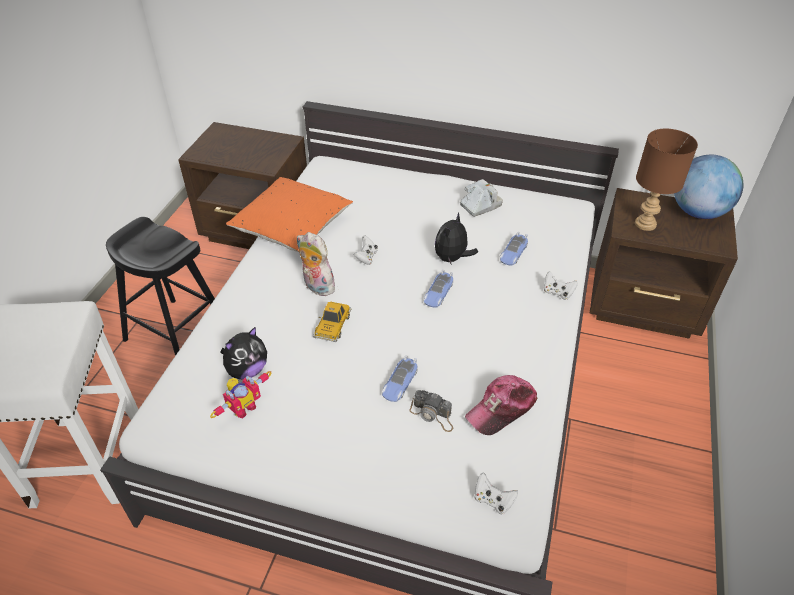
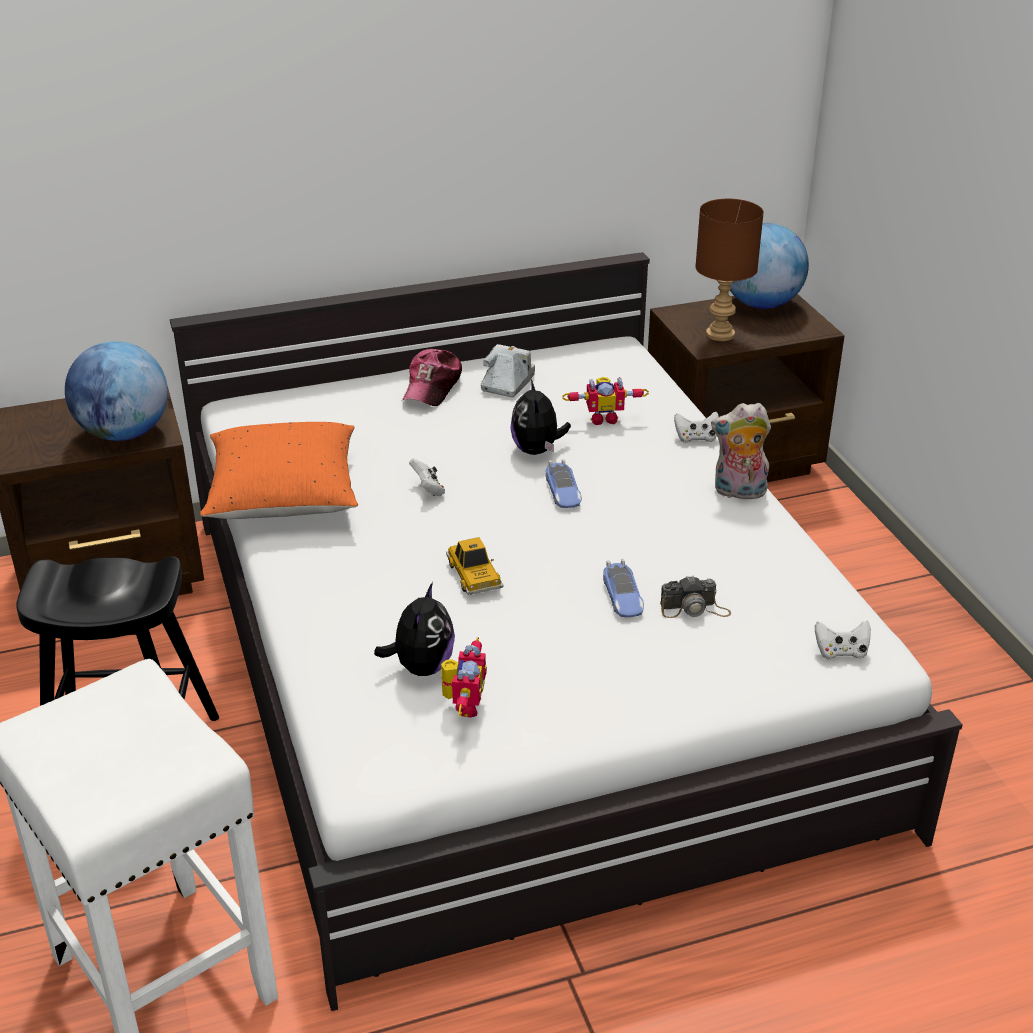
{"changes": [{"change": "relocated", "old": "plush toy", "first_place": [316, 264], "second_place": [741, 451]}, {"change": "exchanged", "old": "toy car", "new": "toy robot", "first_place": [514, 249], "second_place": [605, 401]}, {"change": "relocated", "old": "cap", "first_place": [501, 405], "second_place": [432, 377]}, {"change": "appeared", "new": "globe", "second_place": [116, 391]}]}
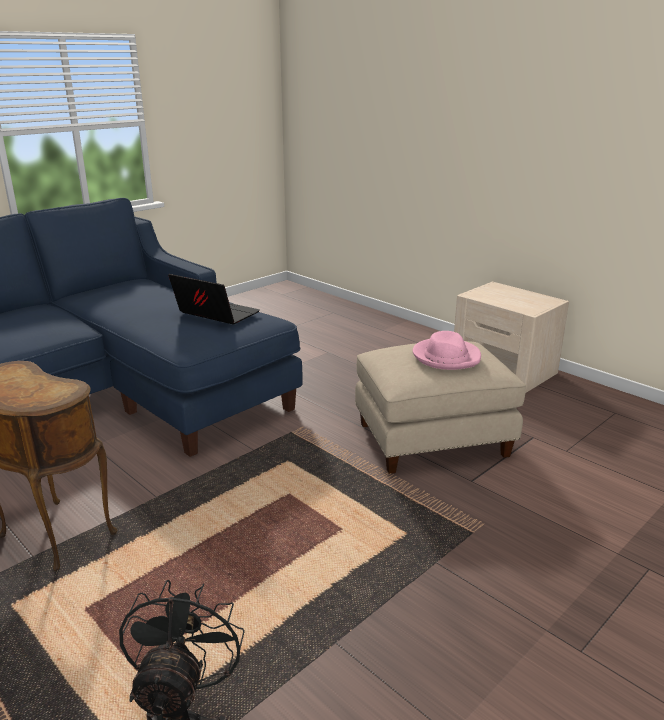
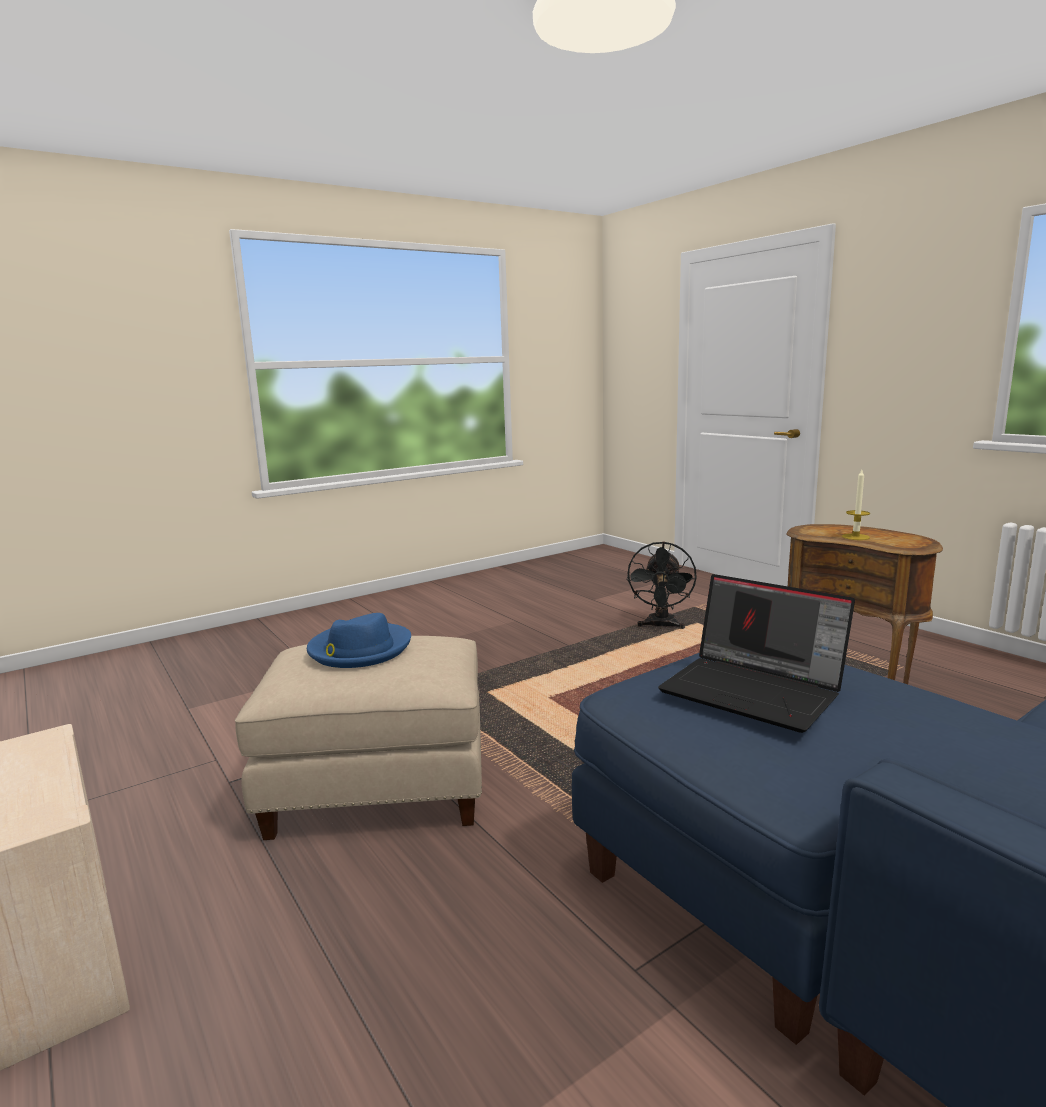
{"changes": [{"change": "colour", "old": "pink hat", "new": "blue hat", "first_place": [447, 350], "second_place": [359, 640]}, {"change": "appeared", "new": "candle", "second_place": [856, 505]}]}
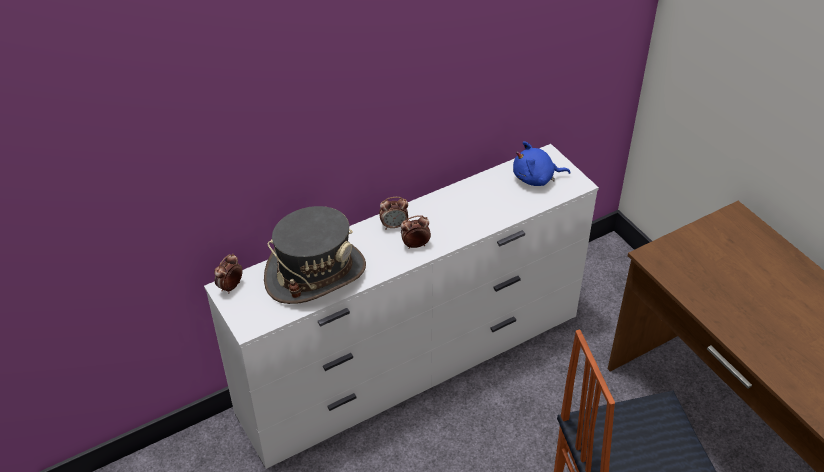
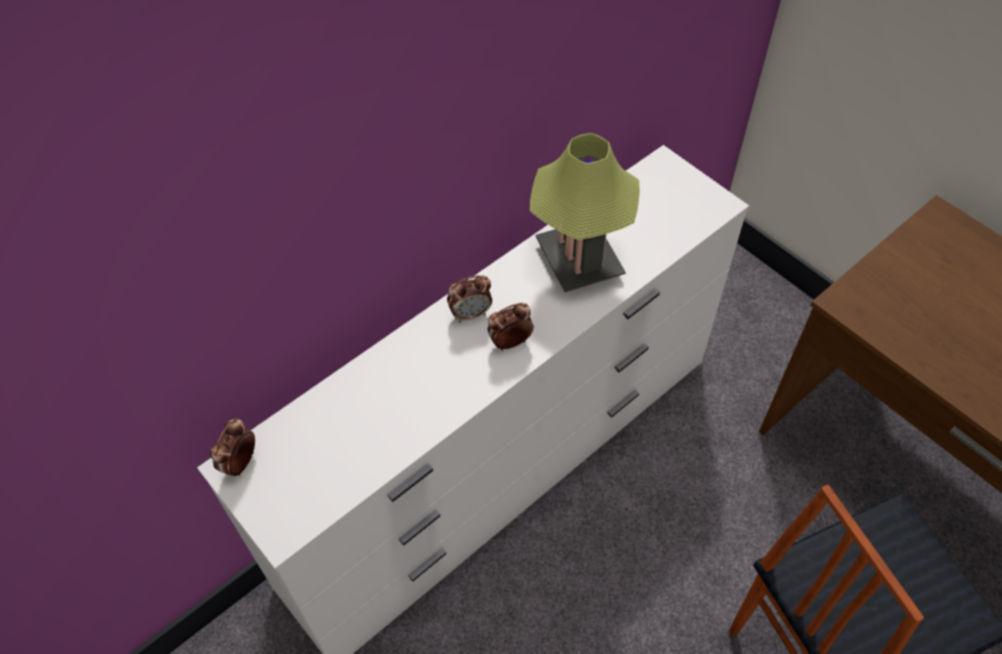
{"changes": [{"change": "missing", "old": "blue plush toy", "first_place": [542, 163]}, {"change": "missing", "old": "grey hat", "first_place": [315, 255]}, {"change": "appeared", "new": "table lamp", "second_place": [585, 212]}]}
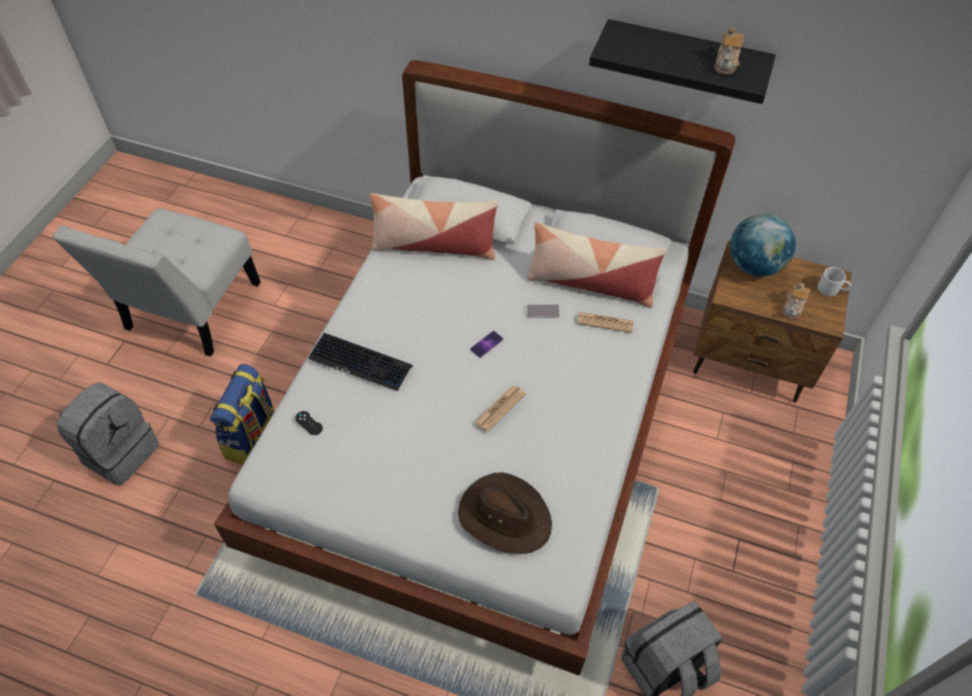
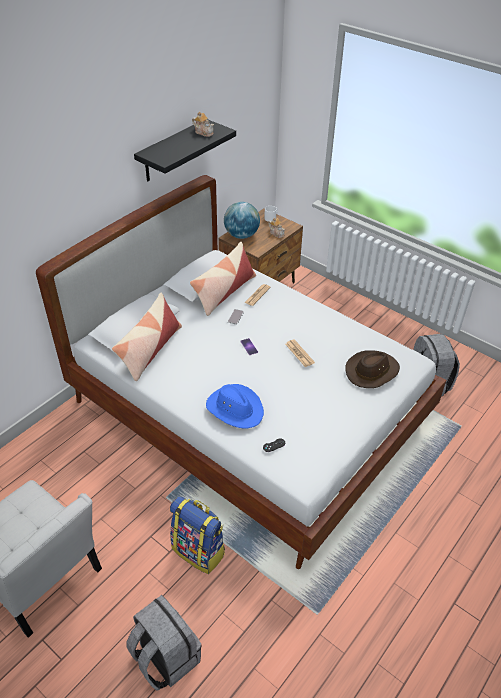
{"changes": [{"change": "exchanged", "old": "keyboard", "new": "blue hat", "first_place": [360, 362], "second_place": [235, 406]}]}
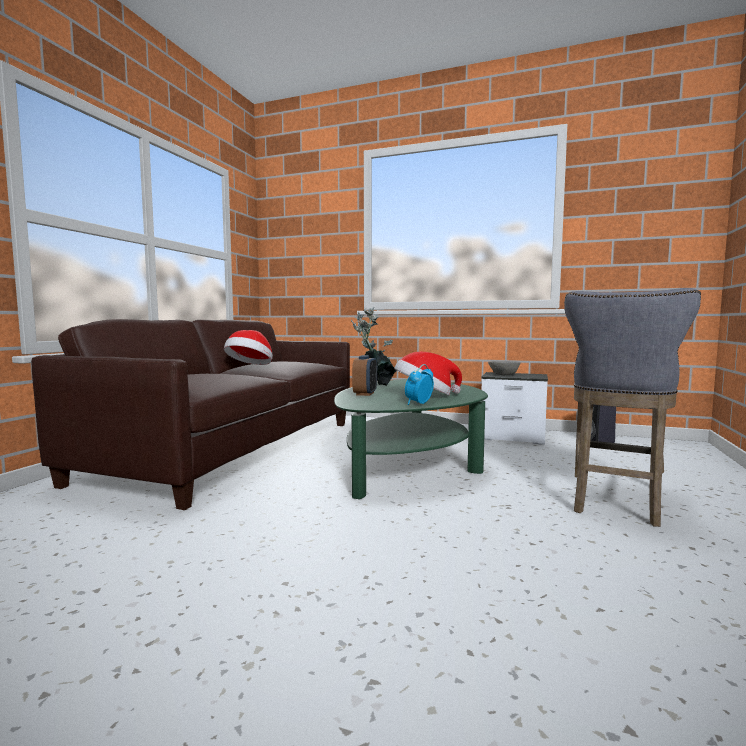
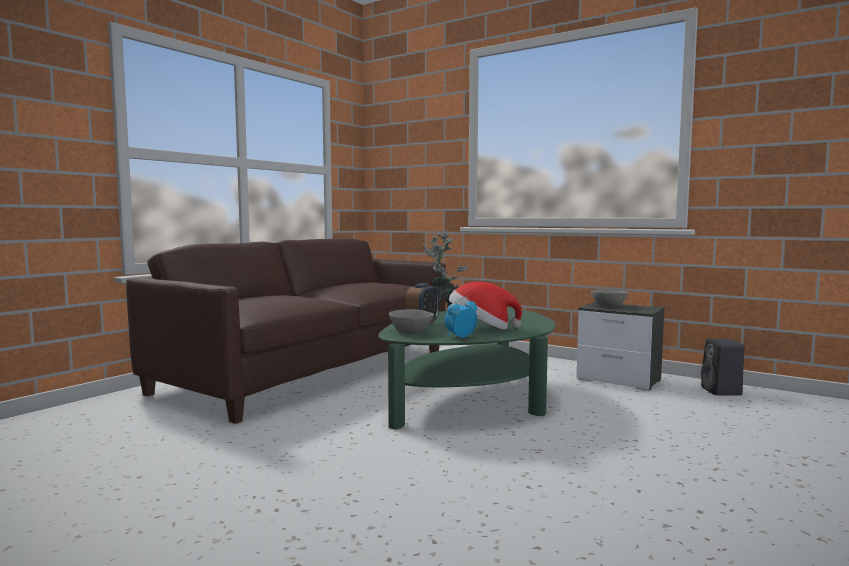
{"changes": [{"change": "missing", "old": "grey stool", "first_place": [632, 407]}, {"change": "missing", "old": "hat", "first_place": [248, 347]}, {"change": "appeared", "new": "grey bowl", "second_place": [411, 321]}]}
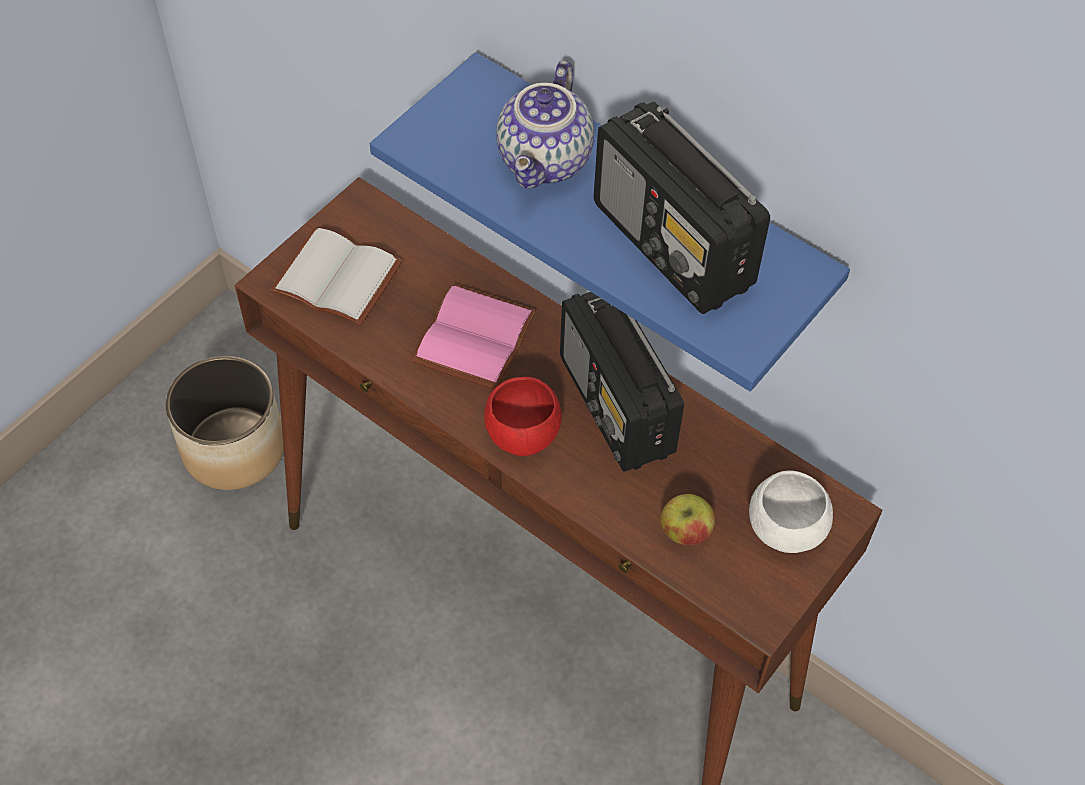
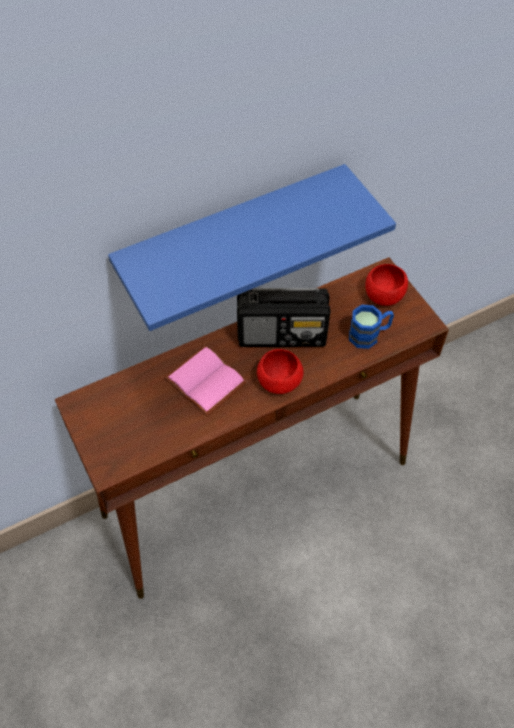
{"changes": [{"change": "missing", "old": "teapot", "first_place": [545, 124]}, {"change": "missing", "old": "radio", "first_place": [682, 208]}, {"change": "missing", "old": "white book", "first_place": [336, 276]}, {"change": "missing", "old": "planter", "first_place": [225, 423]}, {"change": "colour", "old": "white bowl", "new": "red bowl", "first_place": [791, 512], "second_place": [386, 285]}, {"change": "exchanged", "old": "apple", "new": "blue mug", "first_place": [687, 519], "second_place": [371, 326]}]}
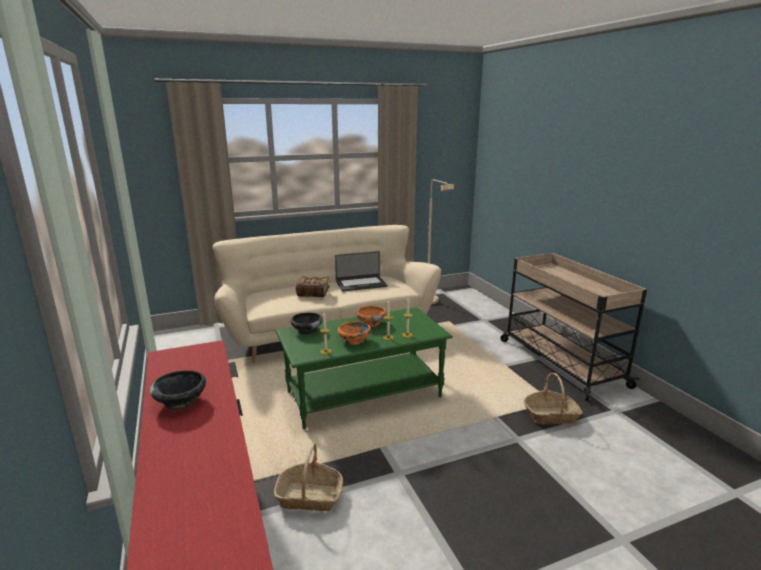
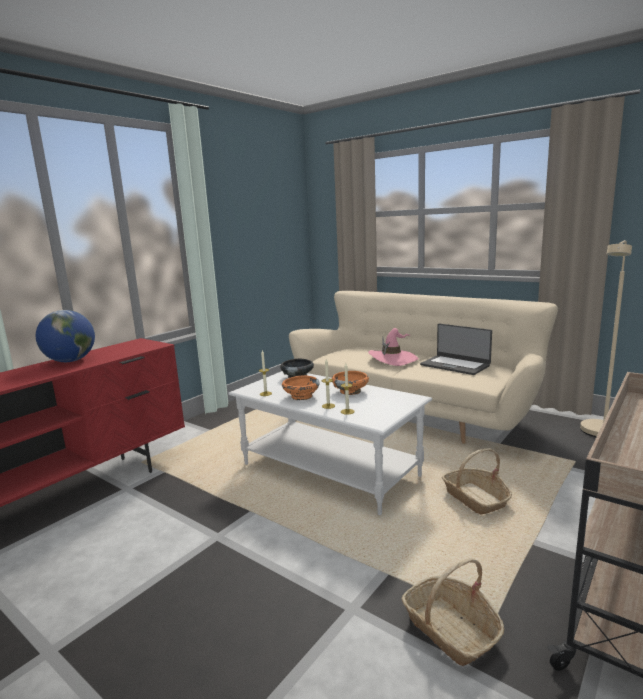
{"changes": [{"change": "exchanged", "old": "book", "new": "pink hat", "first_place": [313, 286], "second_place": [393, 347]}, {"change": "colour", "old": "green coffee table", "new": "white coffee table", "first_place": [364, 368], "second_place": [330, 443]}, {"change": "exchanged", "old": "black bowl", "new": "globe", "first_place": [178, 390], "second_place": [65, 336]}, {"change": "relocated", "old": "basket", "first_place": [308, 477], "second_place": [477, 481]}]}
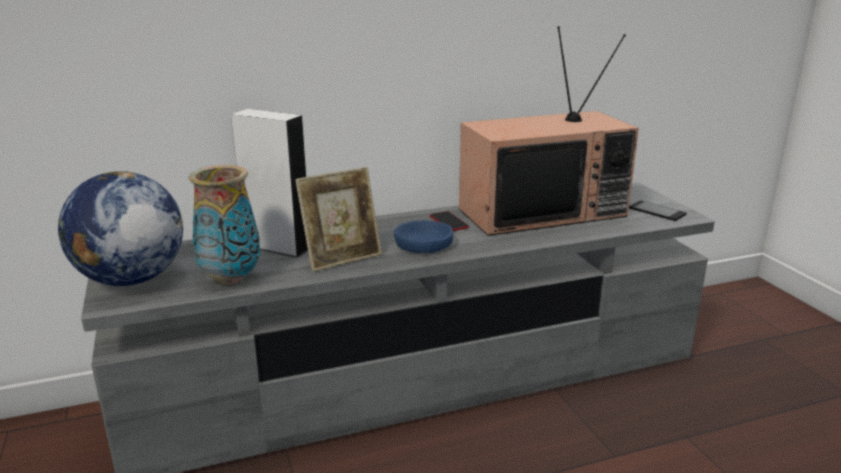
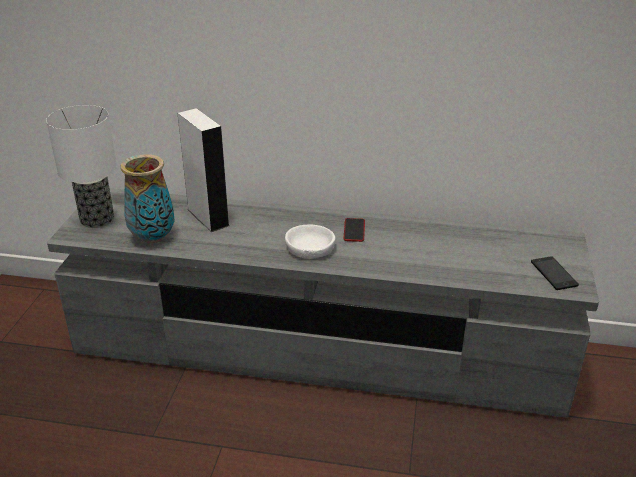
{"changes": [{"change": "missing", "old": "television", "first_place": [549, 131]}, {"change": "missing", "old": "picture frame", "first_place": [338, 219]}, {"change": "exchanged", "old": "globe", "new": "table lamp", "first_place": [120, 228], "second_place": [81, 166]}, {"change": "colour", "old": "blue bowl", "new": "white bowl", "first_place": [423, 236], "second_place": [310, 242]}]}
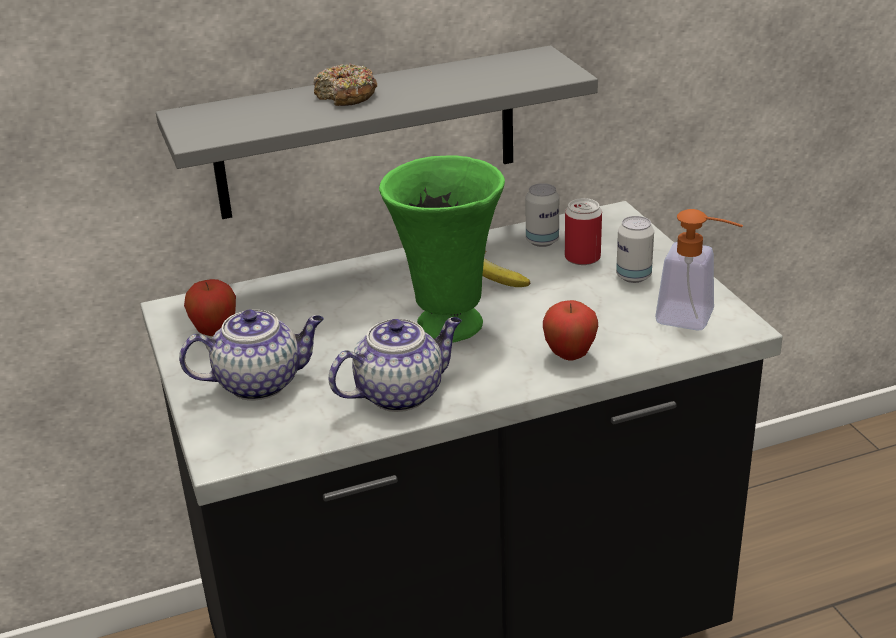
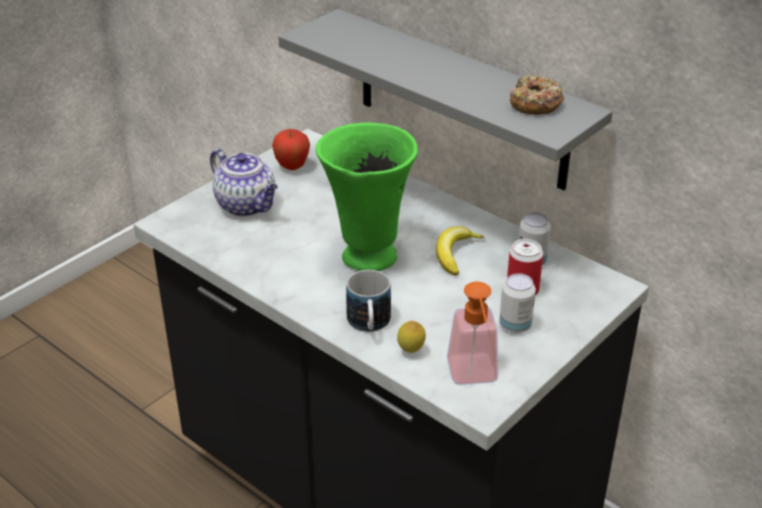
{"changes": [{"change": "relocated", "old": "donut", "first_place": [345, 84], "second_place": [536, 95]}, {"change": "exchanged", "old": "apple", "new": "mug", "first_place": [570, 330], "second_place": [368, 301]}, {"change": "missing", "old": "teapot", "first_place": [395, 364]}, {"change": "appeared", "new": "lemon", "second_place": [411, 337]}]}
